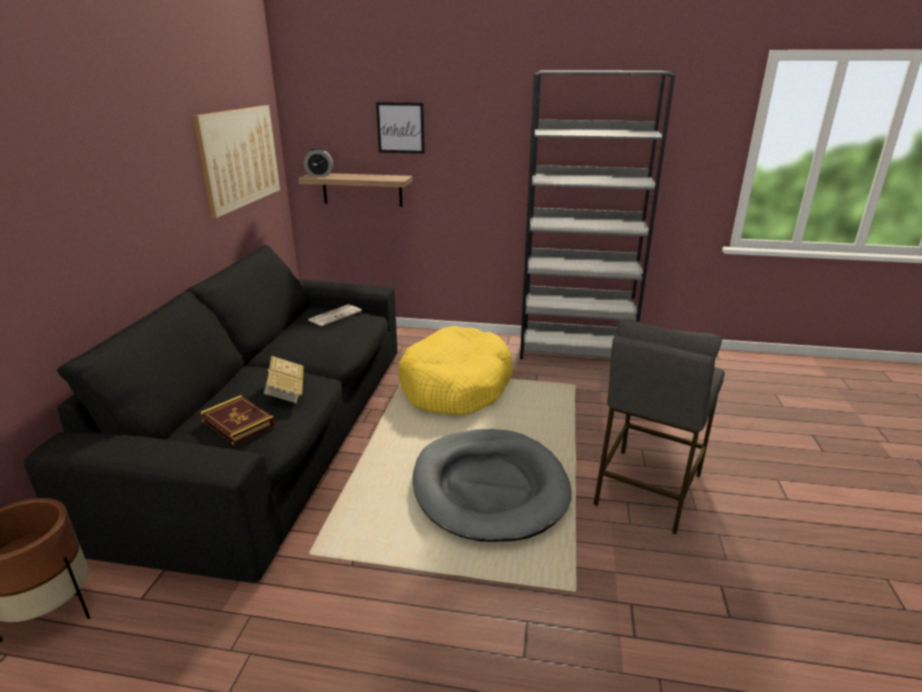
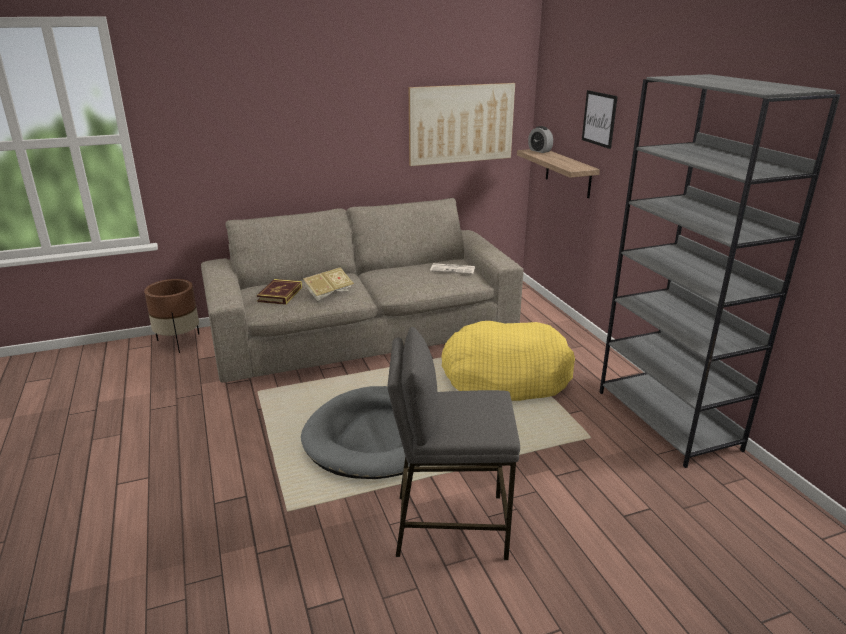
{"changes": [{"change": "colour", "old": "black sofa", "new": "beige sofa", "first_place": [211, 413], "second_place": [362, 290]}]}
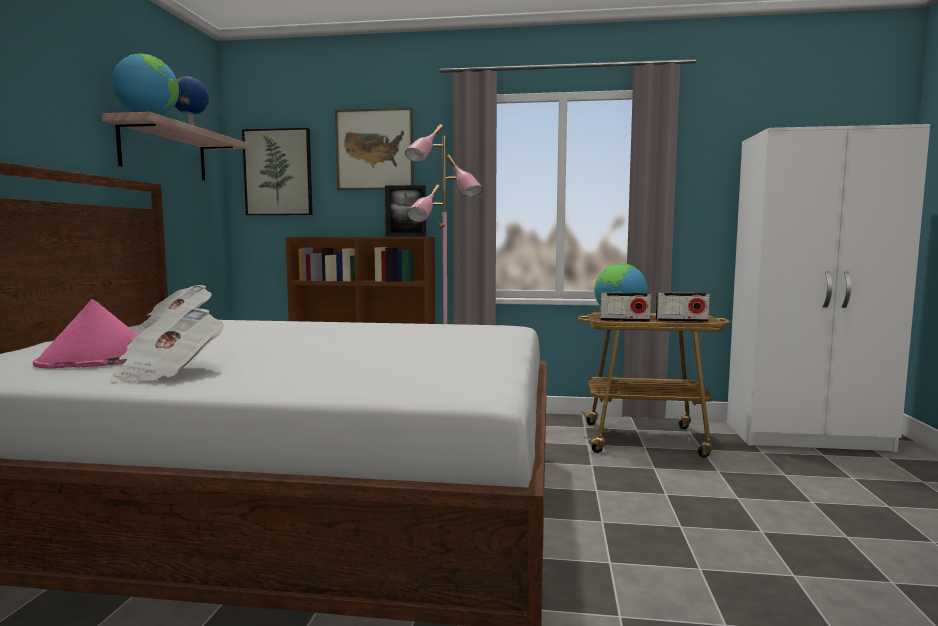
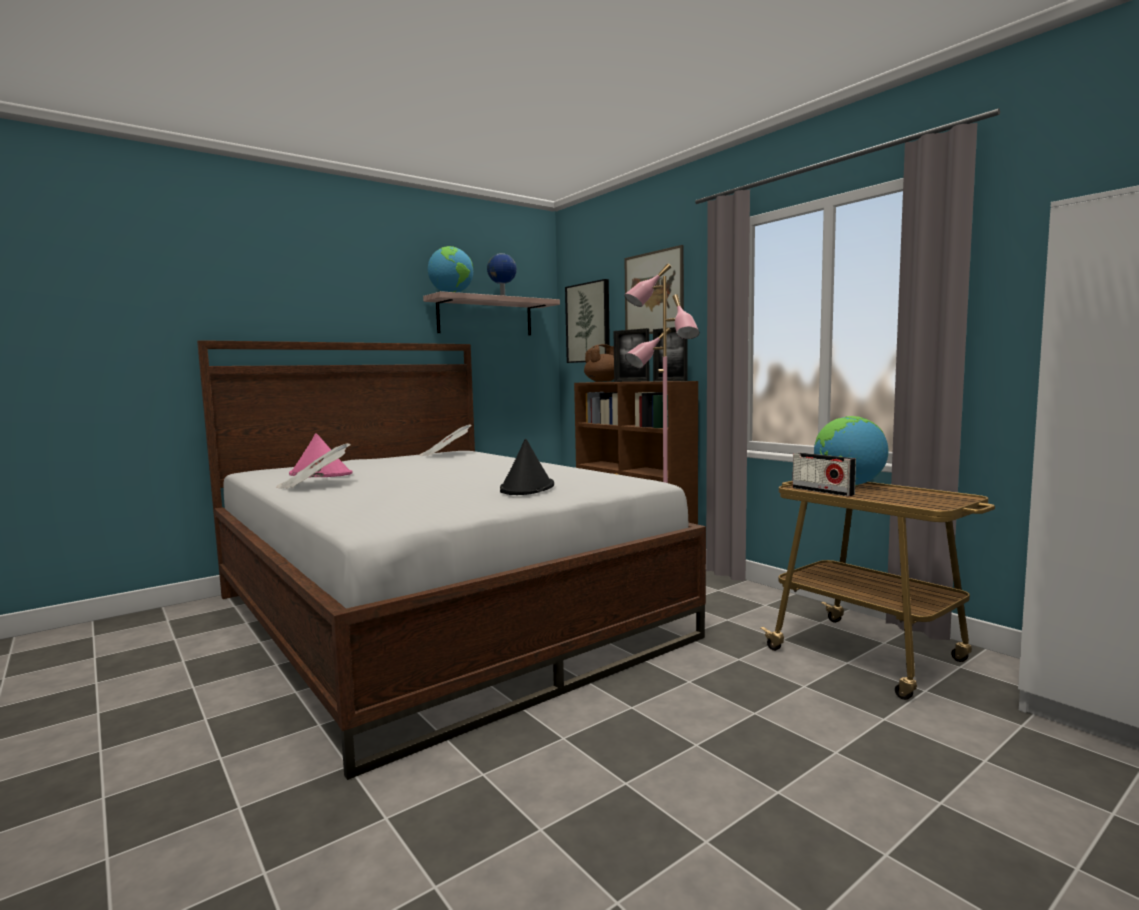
{"changes": [{"change": "missing", "old": "radio", "first_place": [683, 307]}, {"change": "appeared", "new": "picture frame", "second_place": [631, 355]}, {"change": "appeared", "new": "brown teapot", "second_place": [599, 363]}, {"change": "appeared", "new": "black hat", "second_place": [527, 467]}]}
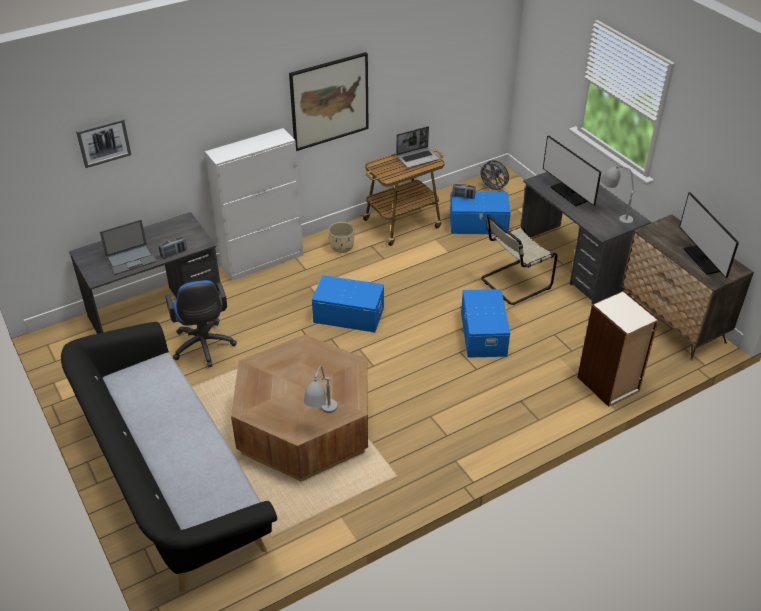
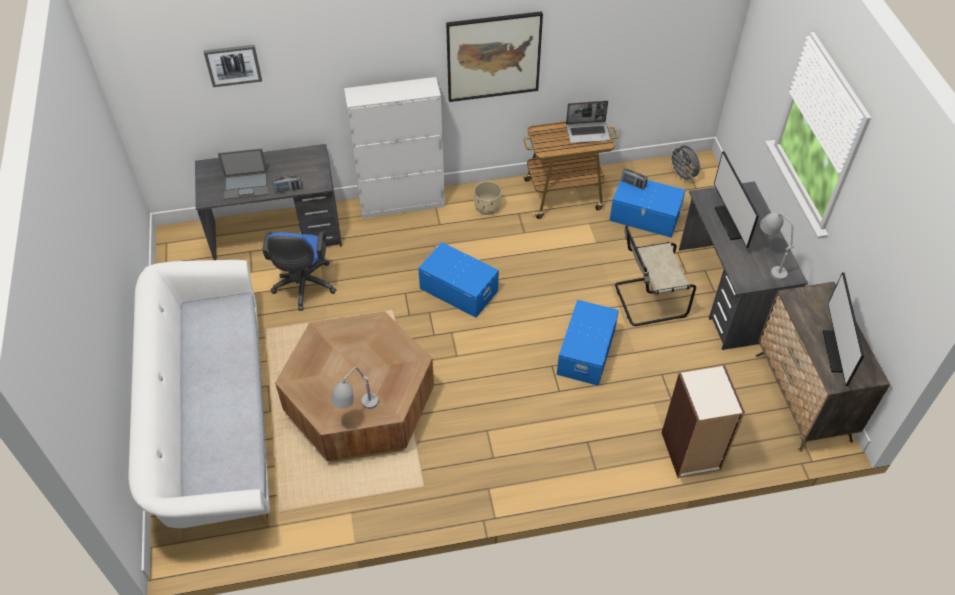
{"changes": [{"change": "colour", "old": "black sofa", "new": "white sofa", "first_place": [169, 457], "second_place": [199, 400]}]}
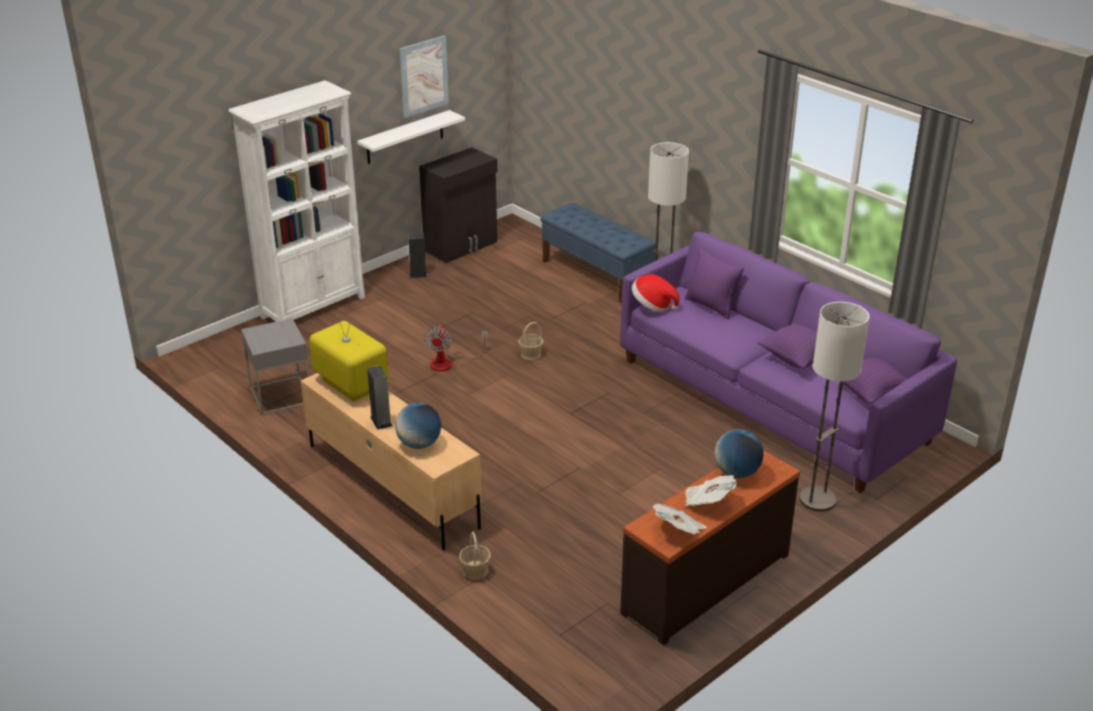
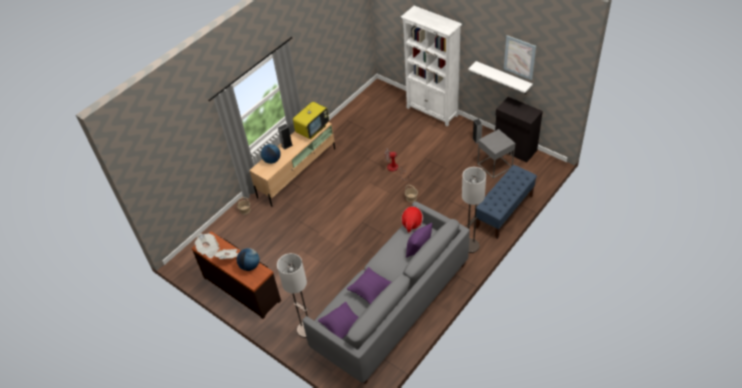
{"changes": [{"change": "colour", "old": "purple sofa", "new": "grey sofa", "first_place": [788, 362], "second_place": [386, 292]}, {"change": "relocated", "old": "grey side table", "first_place": [275, 366], "second_place": [496, 153]}]}
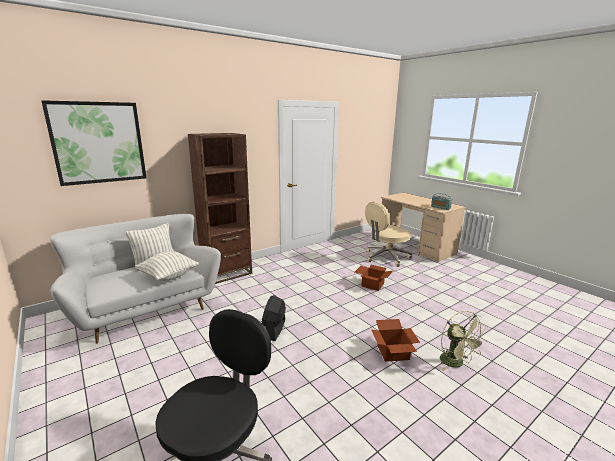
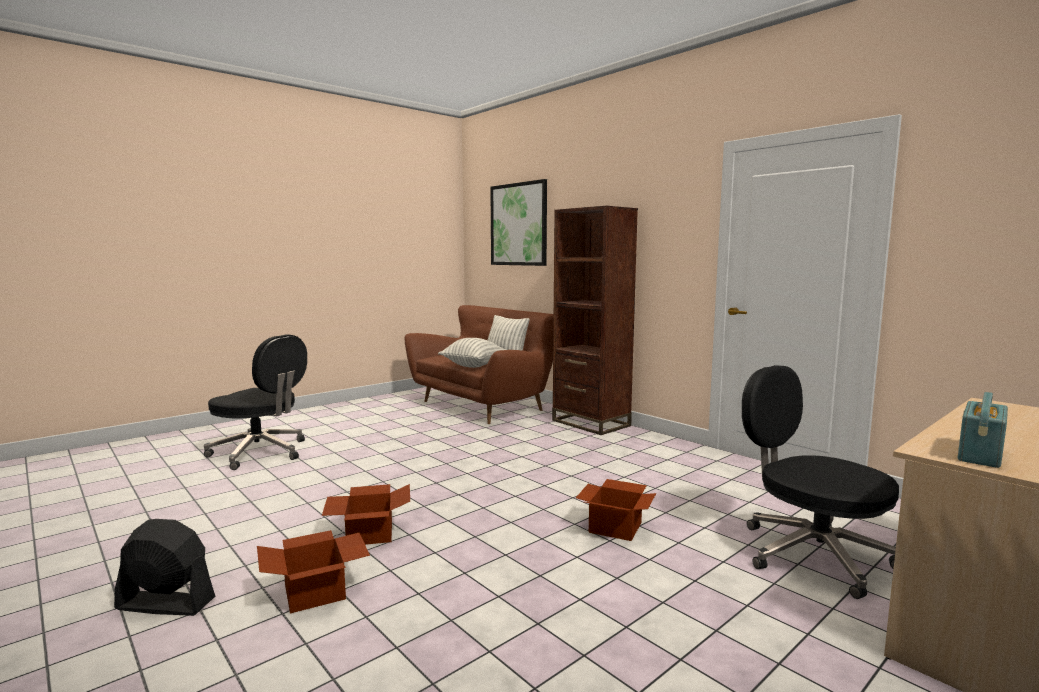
{"changes": [{"change": "colour", "old": "beige office chair", "new": "black office chair", "first_place": [388, 234], "second_place": [820, 482]}, {"change": "colour", "old": "white sofa", "new": "brown sofa", "first_place": [135, 279], "second_place": [479, 364]}, {"change": "relocated", "old": "black fan", "first_place": [274, 318], "second_place": [164, 567]}, {"change": "exchanged", "old": "green fan", "new": "cardboard box", "first_place": [464, 341], "second_place": [313, 571]}]}
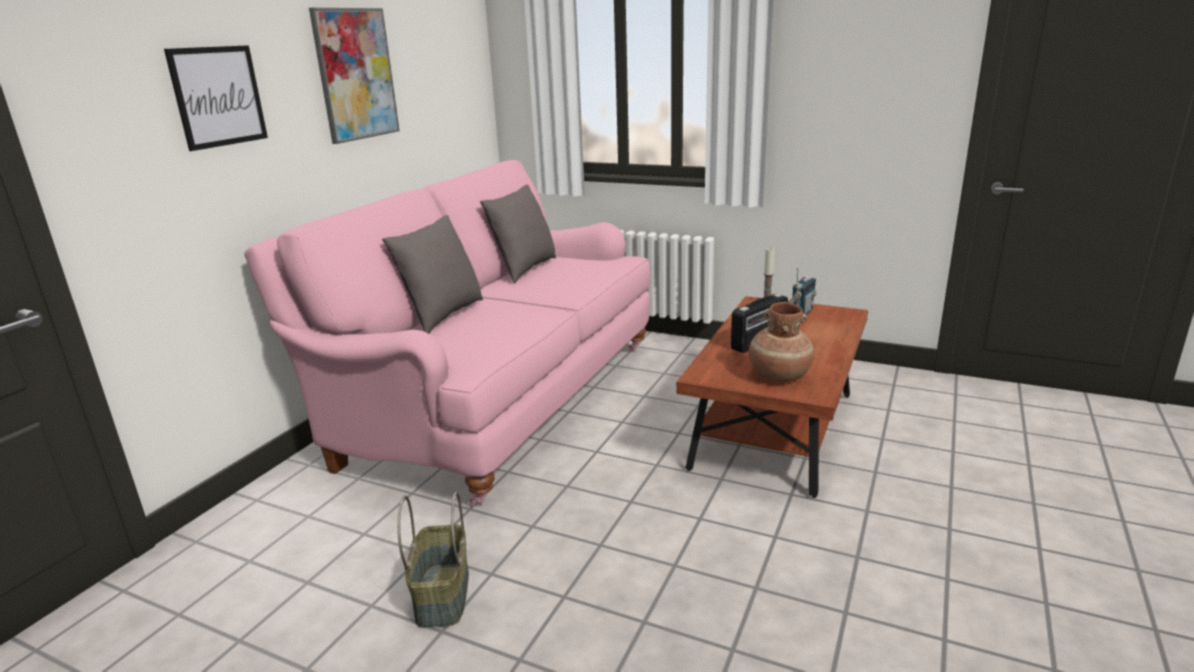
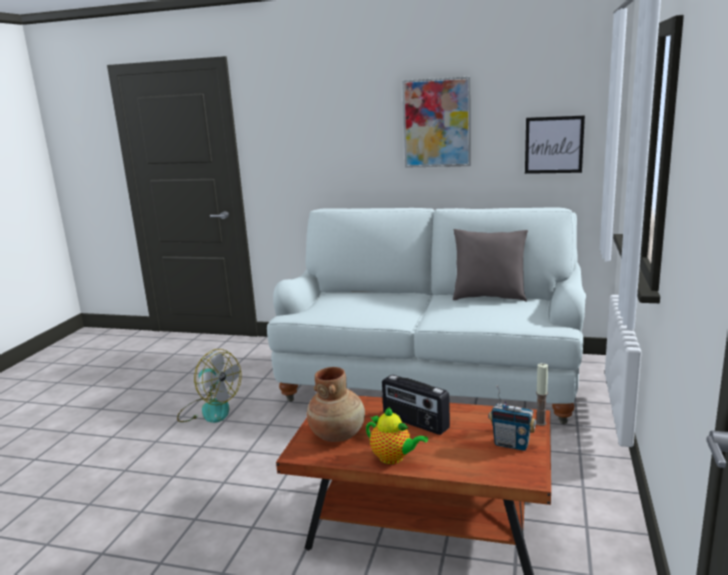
{"changes": [{"change": "relocated", "old": "picture", "first_place": [216, 98], "second_place": [555, 145]}, {"change": "colour", "old": "pink sofa", "new": "white sofa", "first_place": [447, 333], "second_place": [426, 316]}, {"change": "missing", "old": "grey pillow", "first_place": [432, 274]}, {"change": "exchanged", "old": "basket", "new": "fan", "first_place": [433, 560], "second_place": [209, 386]}, {"change": "appeared", "new": "teapot", "second_place": [397, 435]}]}
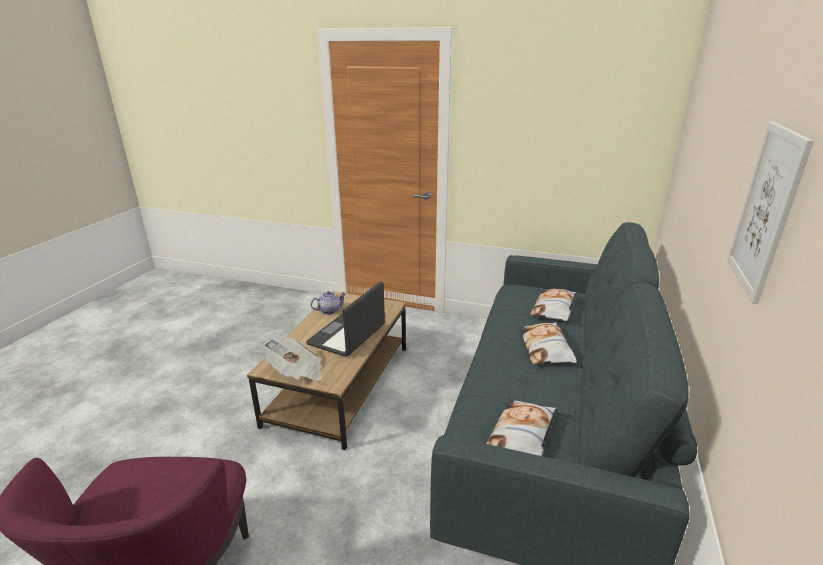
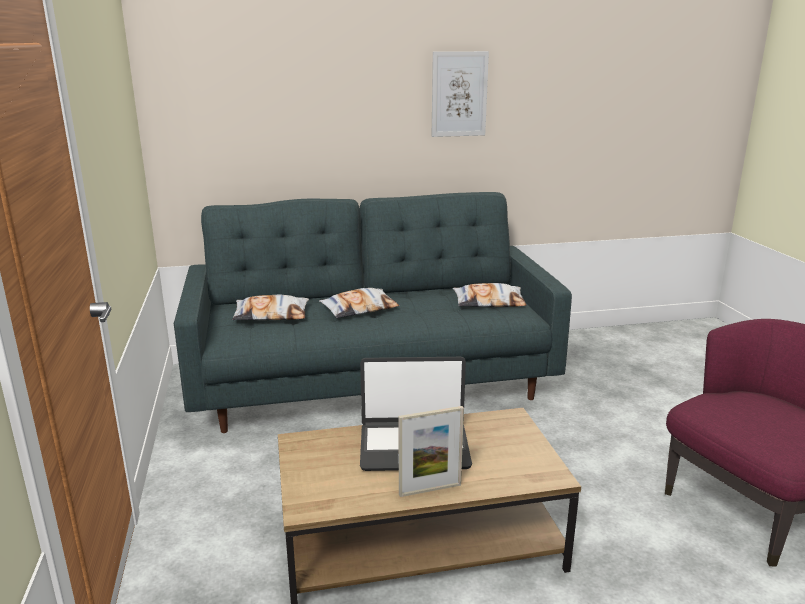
{"changes": [{"change": "missing", "old": "teapot", "first_place": [328, 302]}, {"change": "missing", "old": "newspaper", "first_place": [293, 359]}, {"change": "appeared", "new": "picture frame", "second_place": [431, 451]}]}
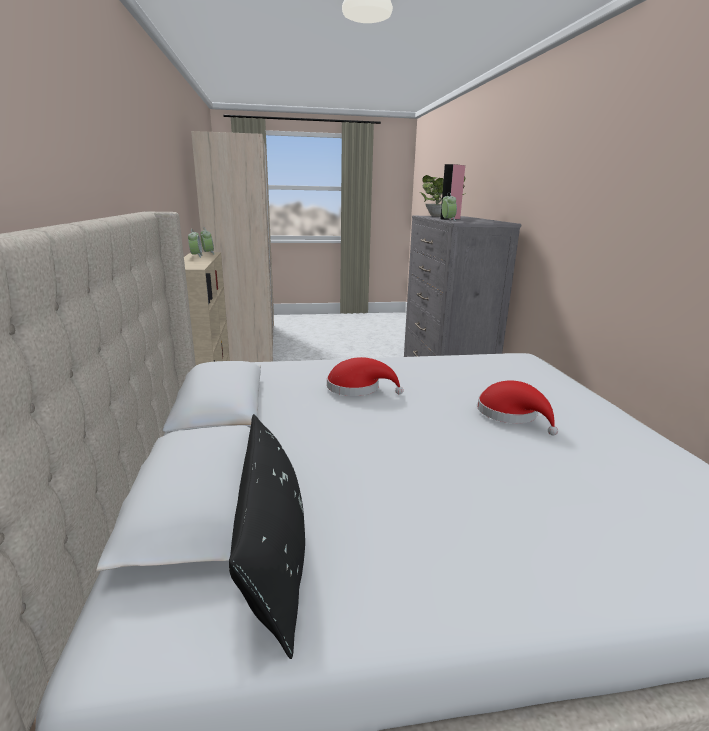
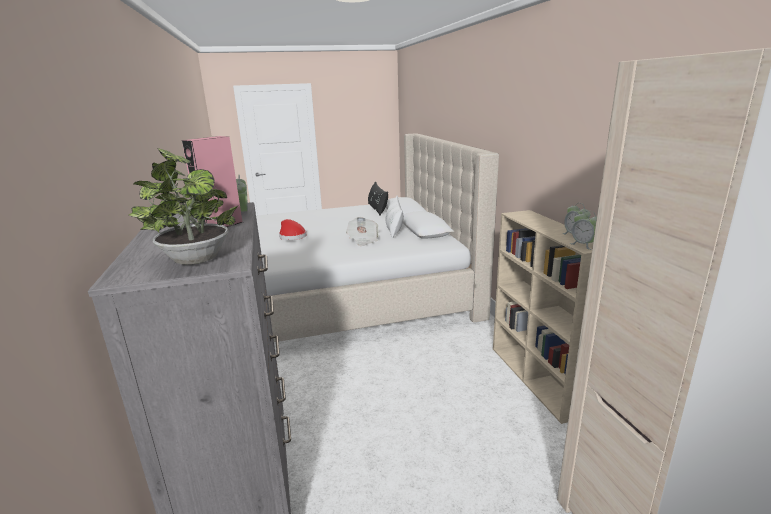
{"changes": [{"change": "exchanged", "old": "red hat", "new": "newspaper", "first_place": [365, 376], "second_place": [362, 231]}, {"change": "appeared", "new": "white pillow", "second_place": [394, 217]}]}
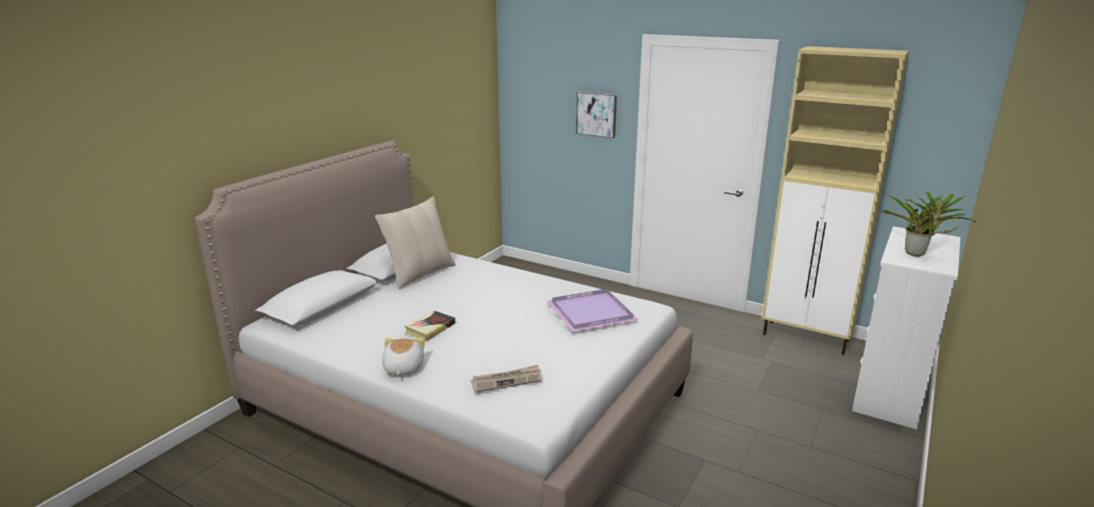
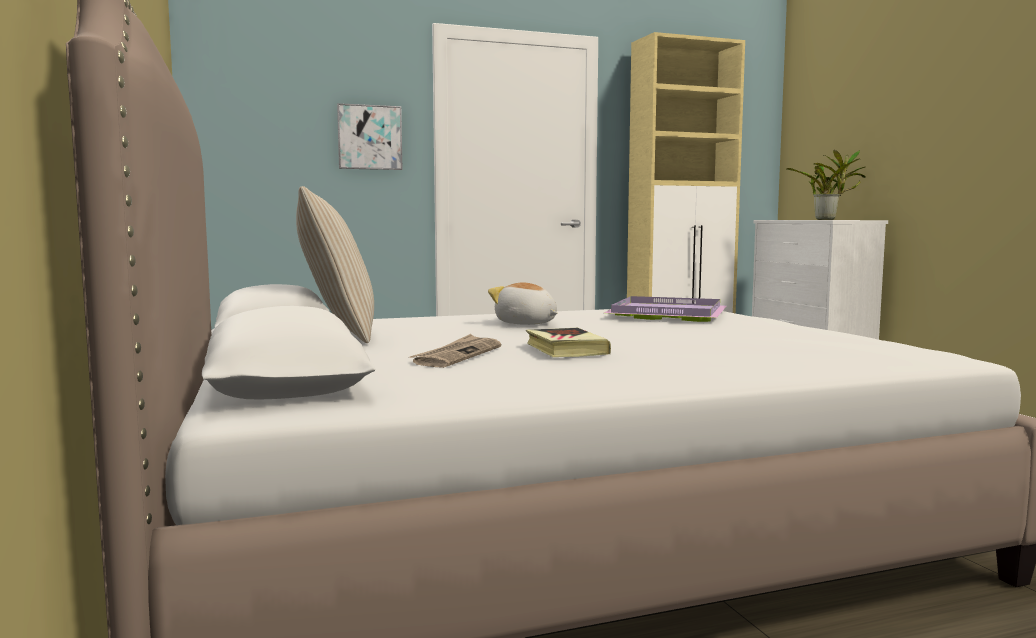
{"changes": [{"change": "relocated", "old": "plush toy", "first_place": [403, 356], "second_place": [523, 303]}, {"change": "relocated", "old": "newspaper", "first_place": [506, 379], "second_place": [455, 351]}]}
